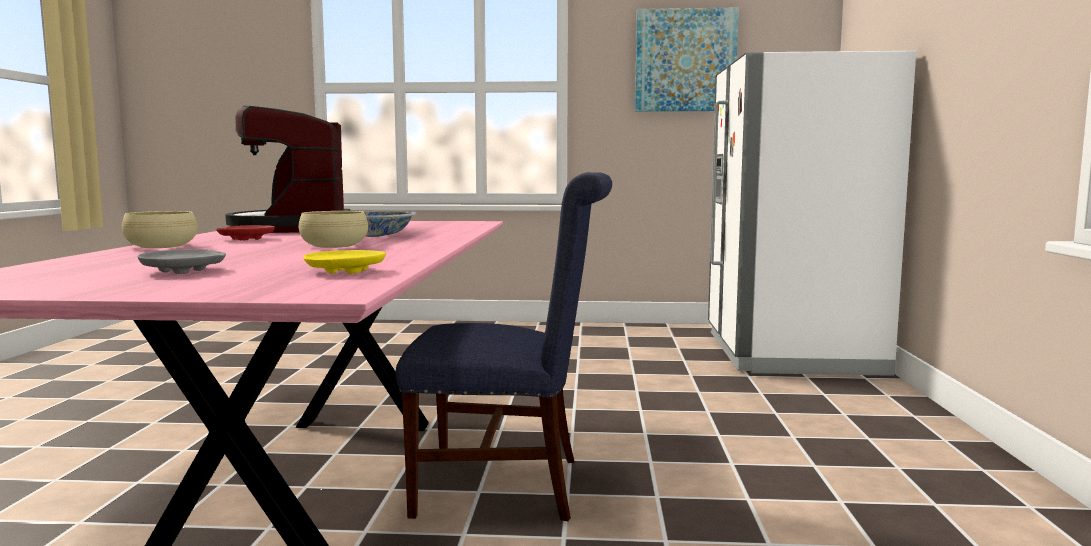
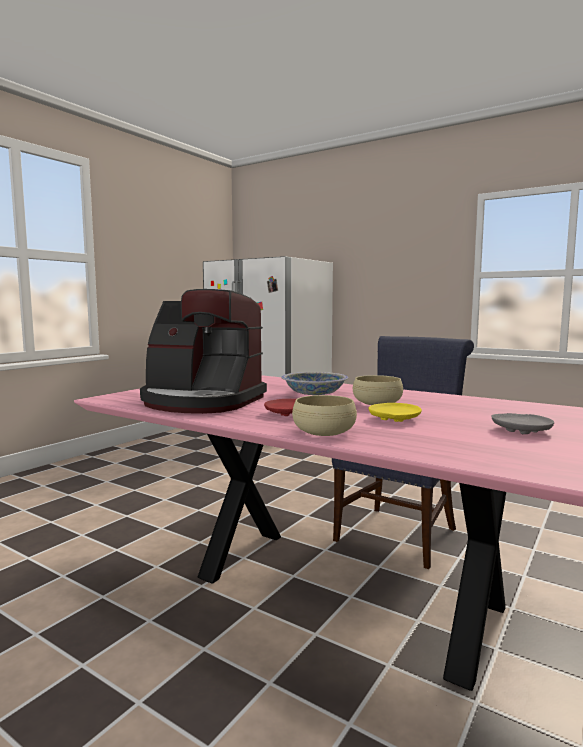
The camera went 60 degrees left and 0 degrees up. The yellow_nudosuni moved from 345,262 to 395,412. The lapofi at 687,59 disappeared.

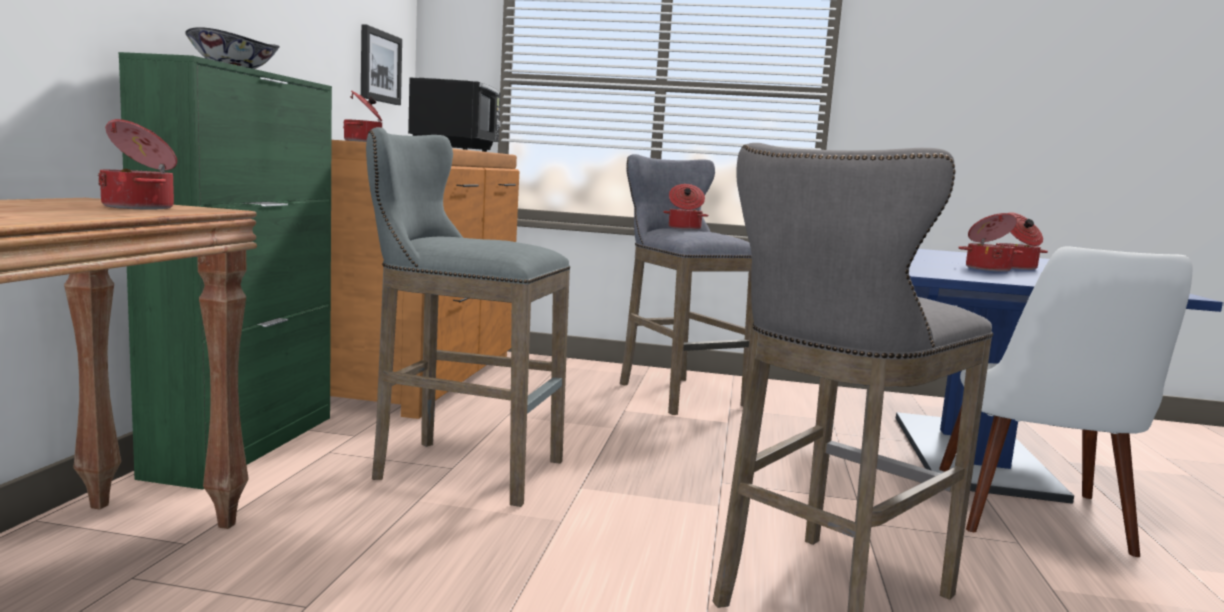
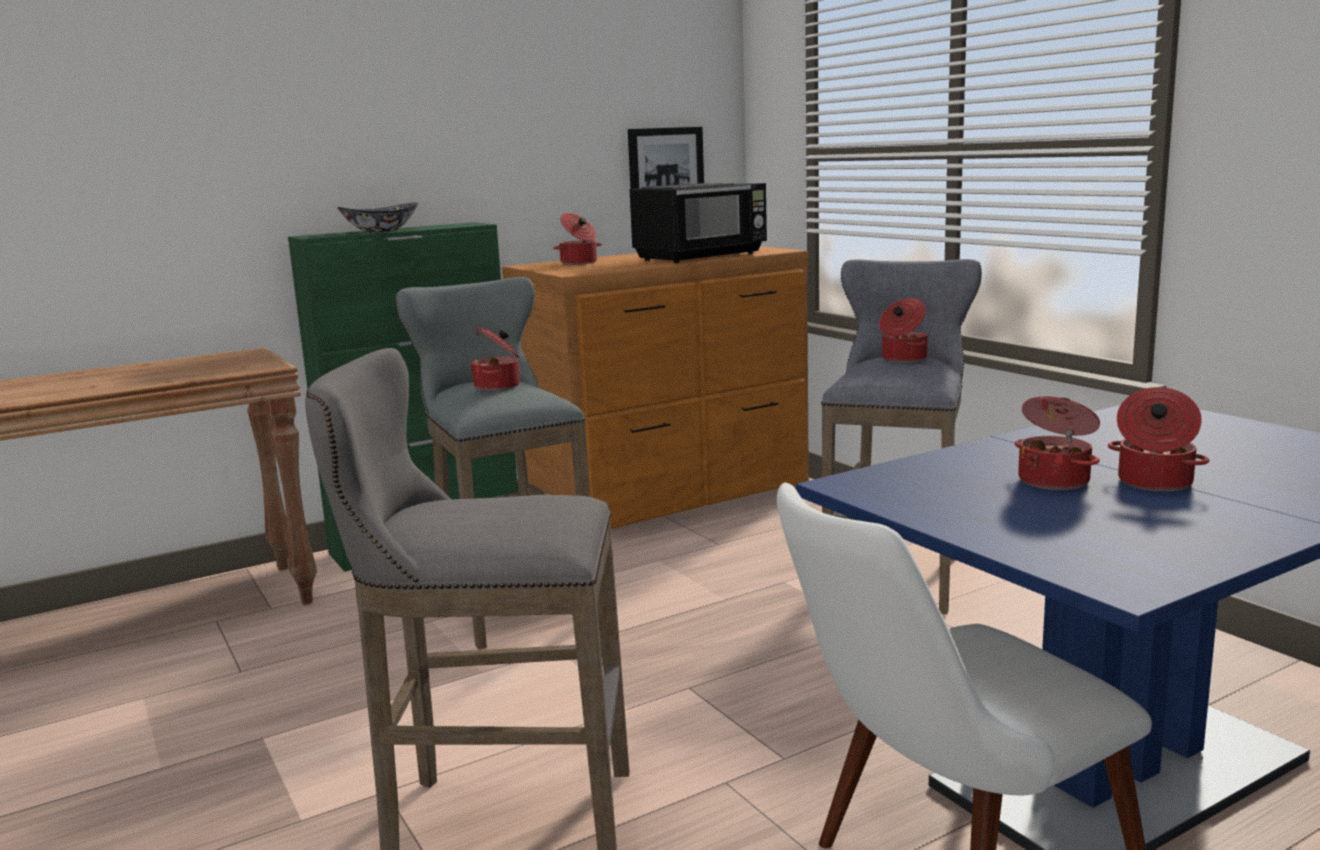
The camera went 50 degrees right and 5 degrees up. The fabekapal moved from 137,164 to 495,358.

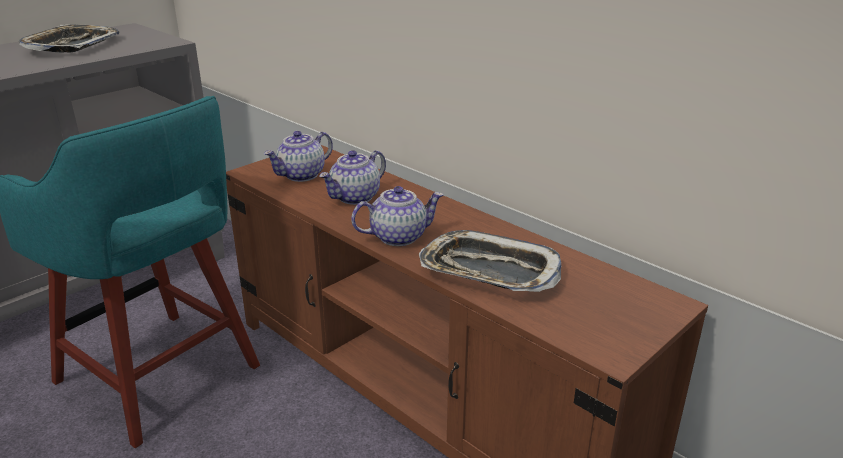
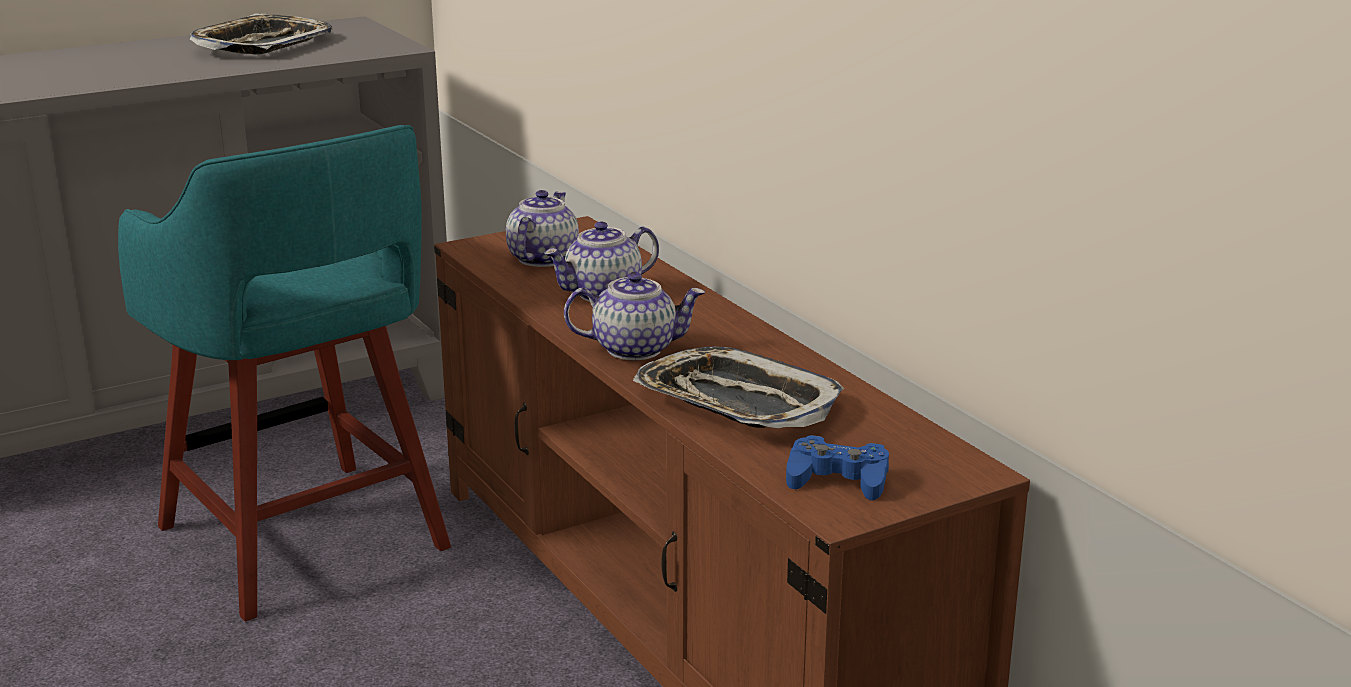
The camera went 15 degrees right and 5 degrees down. The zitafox at 298,156 turned 135 degrees clockwise. The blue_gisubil at 837,468 appeared.

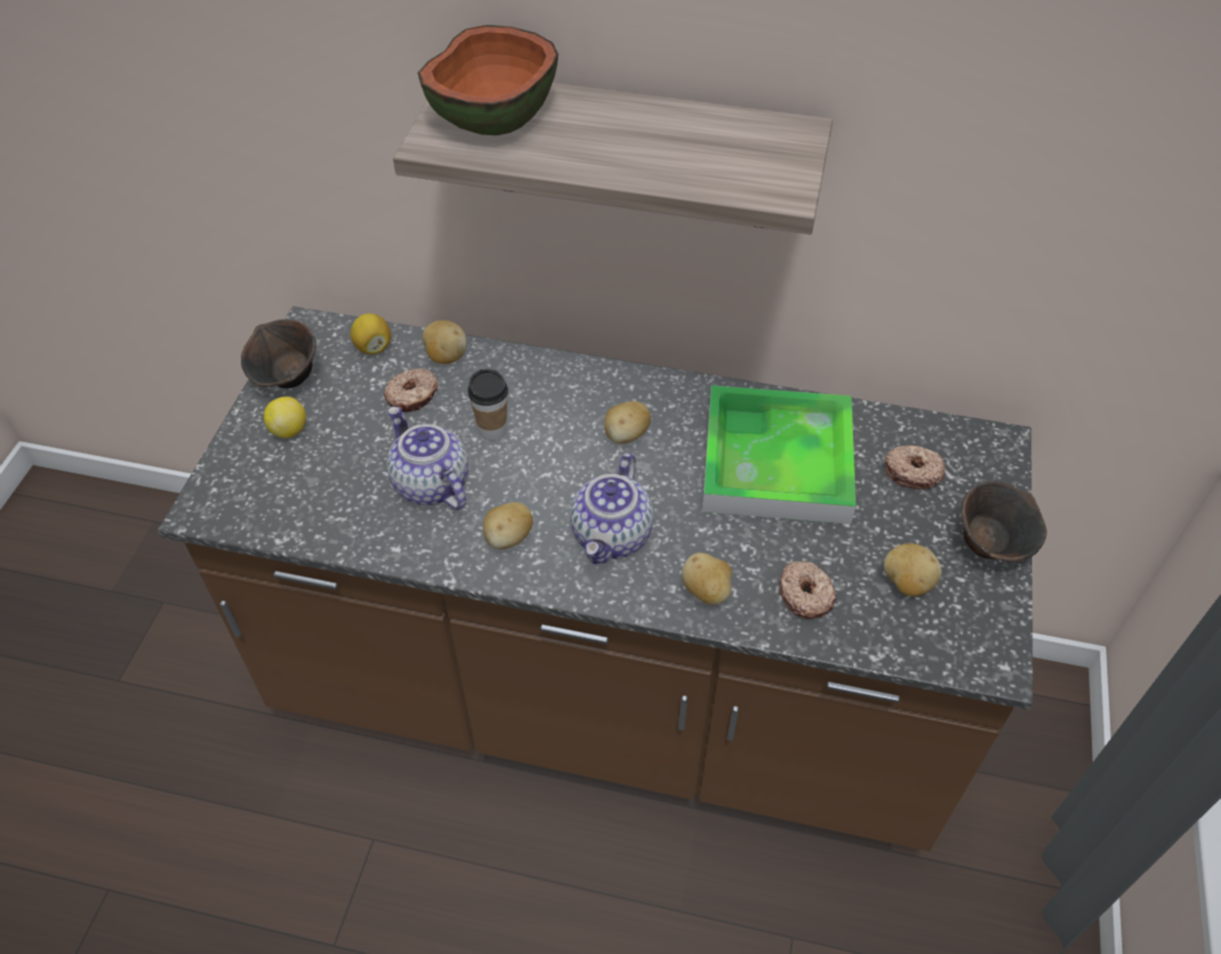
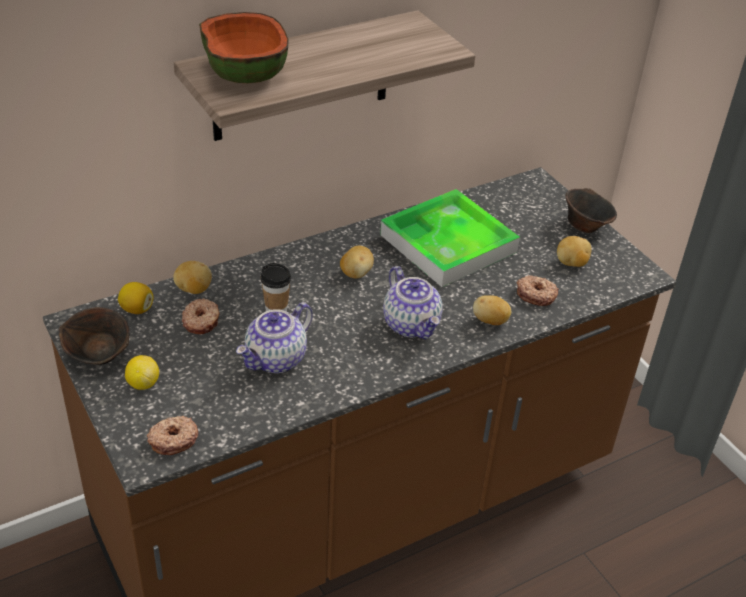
The camera went 45 degrees left and 10 degrees down. The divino moved from 915,467 to 172,435. The zitafox at 428,458 turned 60 degrees counterclockwise. The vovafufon at 508,525 disappeared.

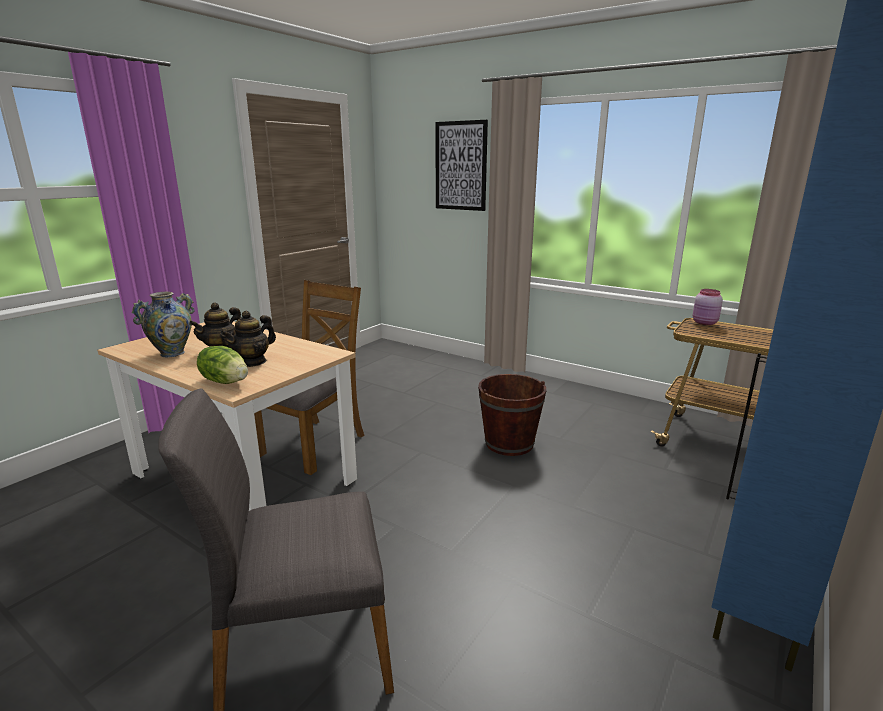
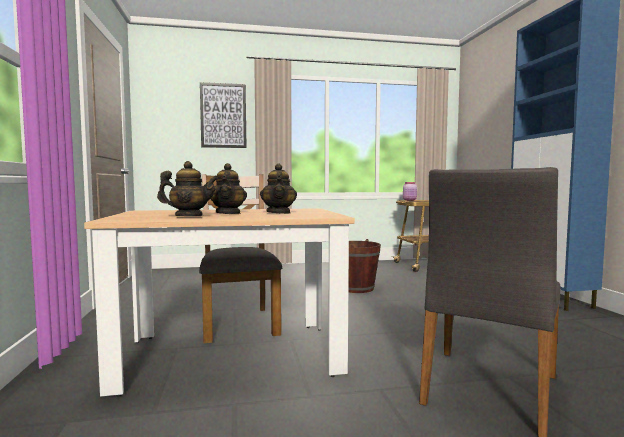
The camera went 45 degrees left and 15 degrees down. The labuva at 163,324 was replaced by the zitafox at 187,188. The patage at 222,365 disappeared.

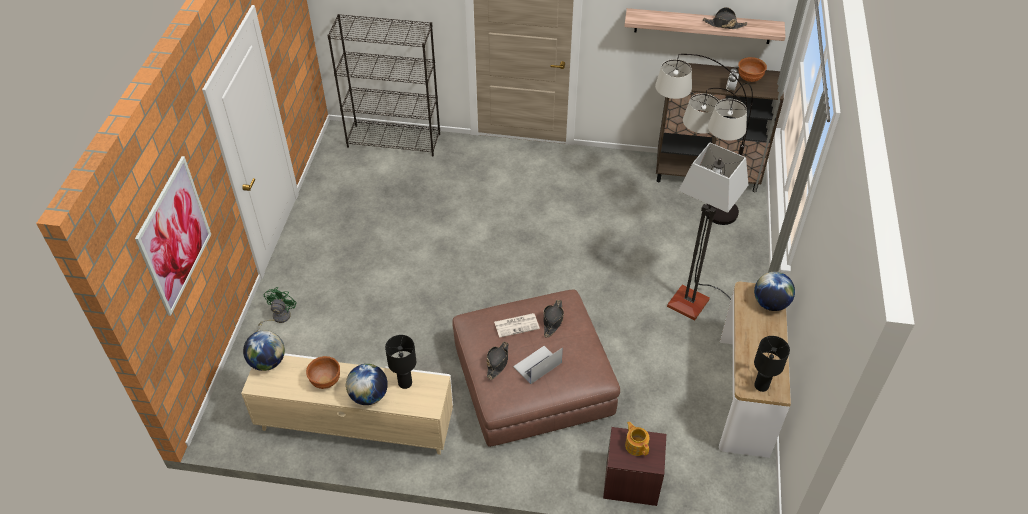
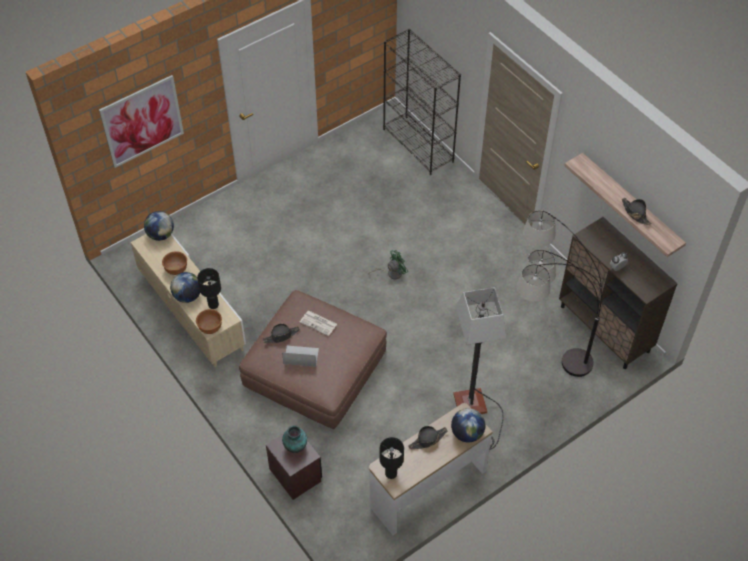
The camera went 45 degrees right and 5 degrees up. The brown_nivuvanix moved from 752,69 to 209,321. The zitafox at 637,439 was replaced by the labuva at 294,439. The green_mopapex moved from 276,309 to 388,264. The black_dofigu moved from 553,319 to 428,437.

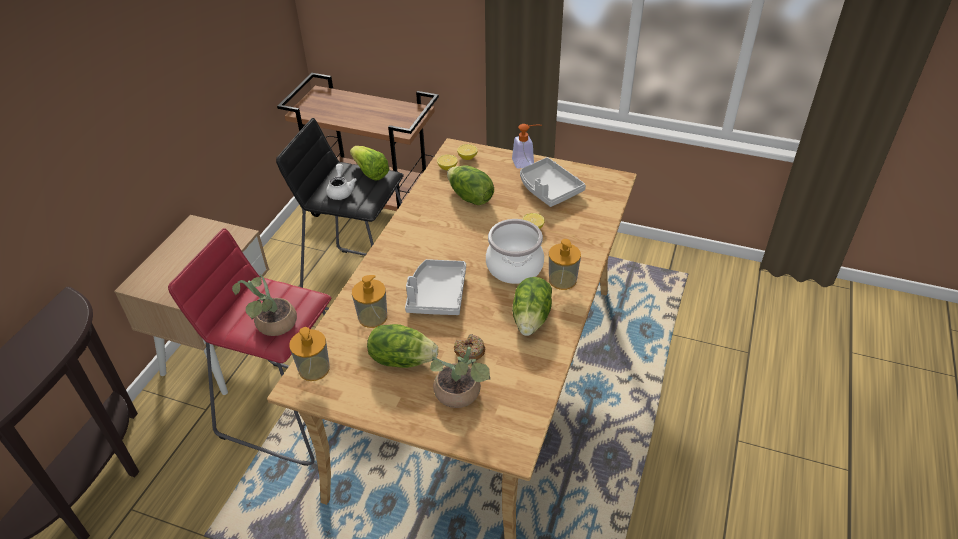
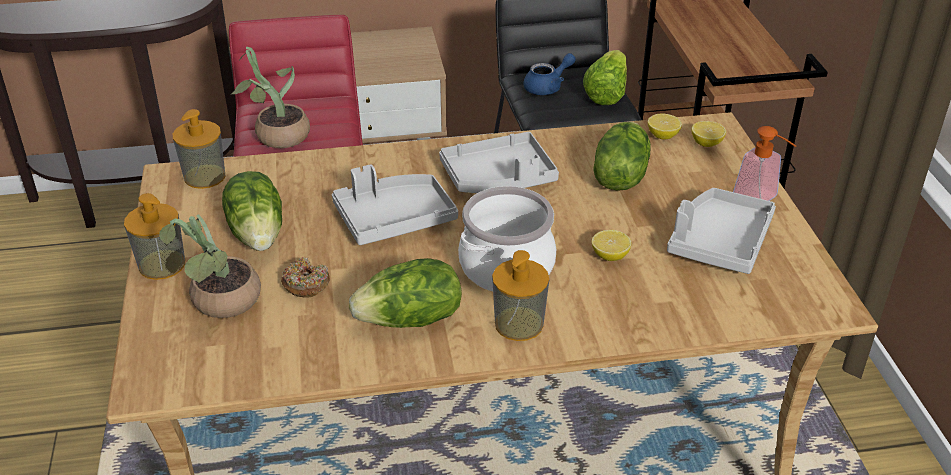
The camera went 60 degrees right and 5 degrees down. The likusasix moved from 369,301 to 154,236. The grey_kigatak at 499,162 appeared. The white_zitafox at 341,182 became the blue_zitafox at 550,74.

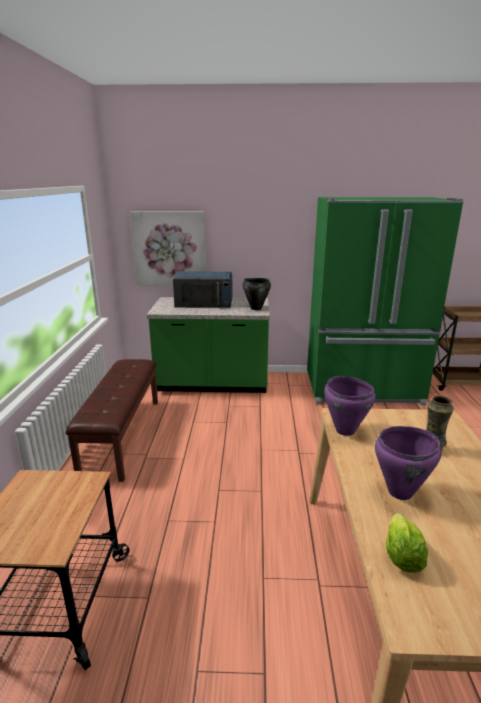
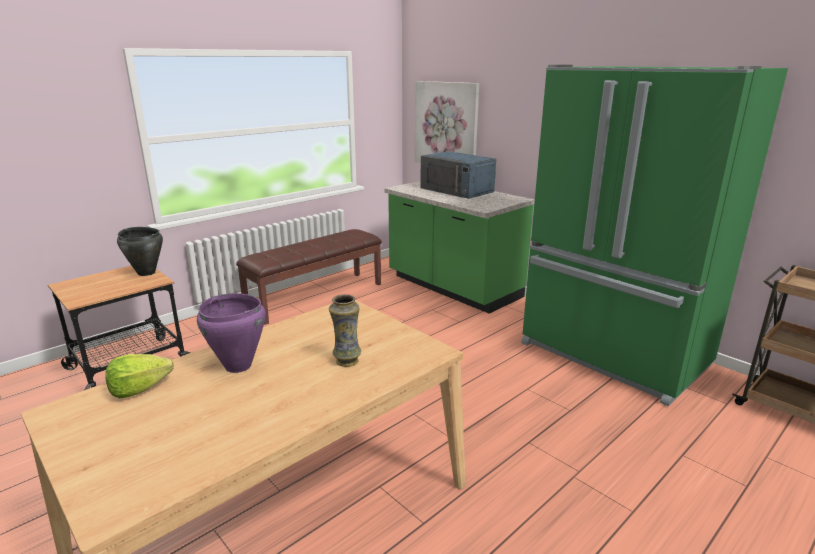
The camera went 45 degrees right and 0 degrees up. The black_fabekapal moved from 257,294 to 140,251. The purple_fabekapal at 350,406 disappeared.

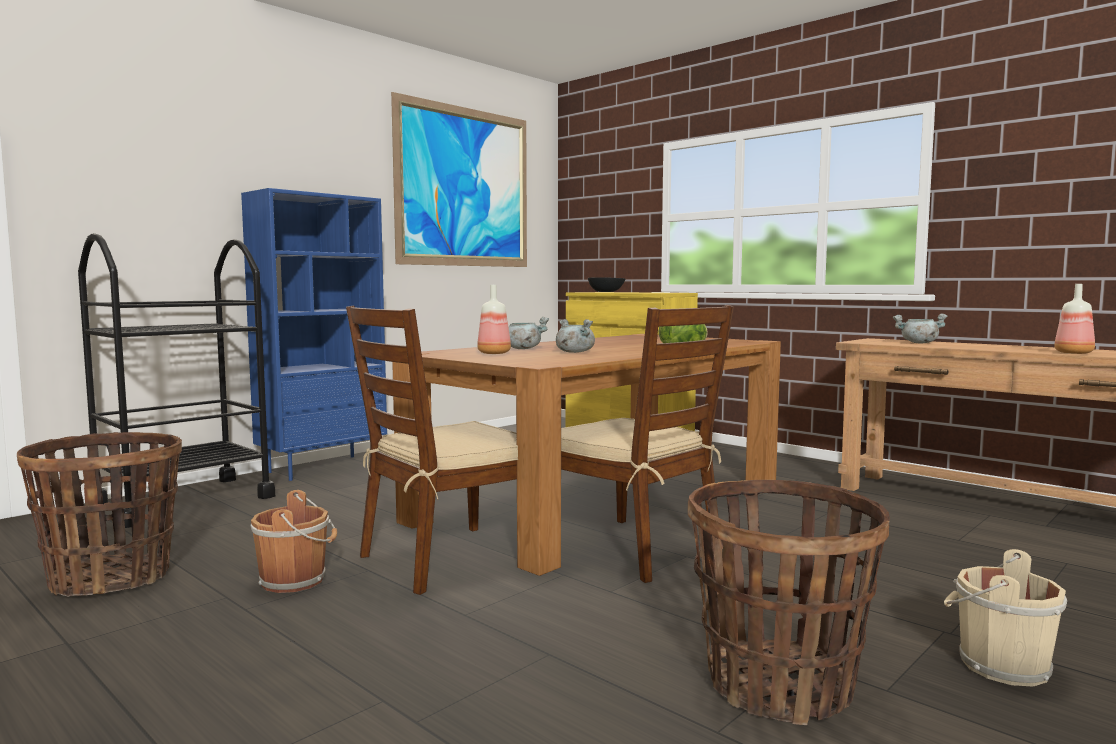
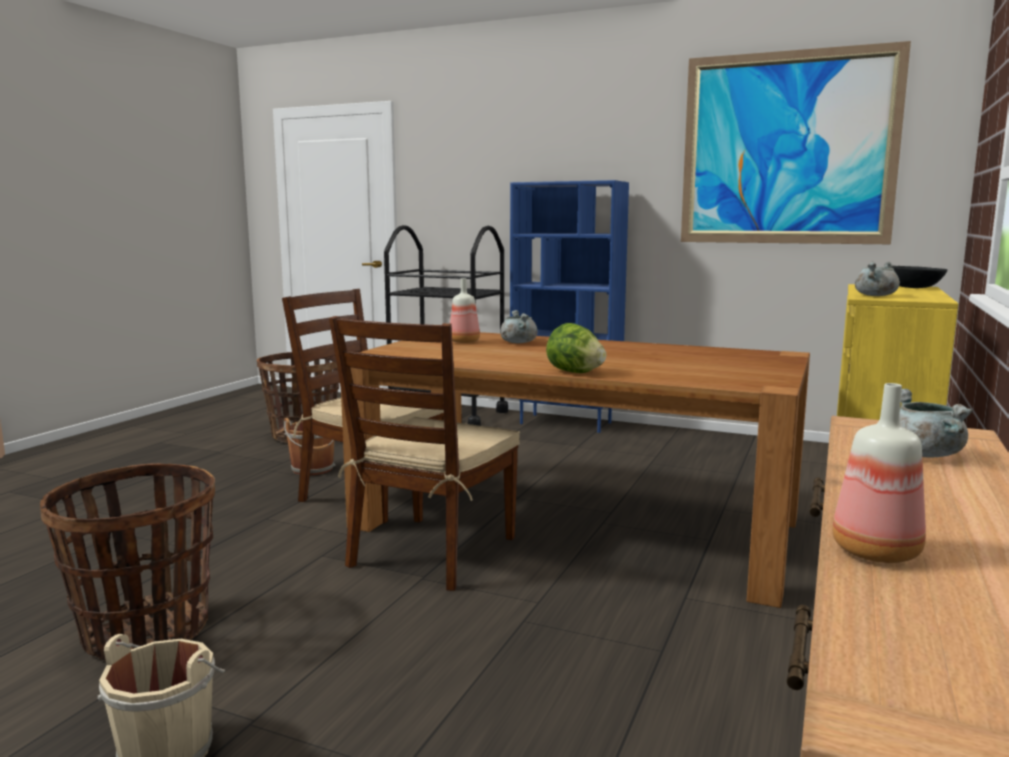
The camera went 70 degrees right and 5 degrees up. The grey_fabekapal moved from 575,336 to 877,279.

